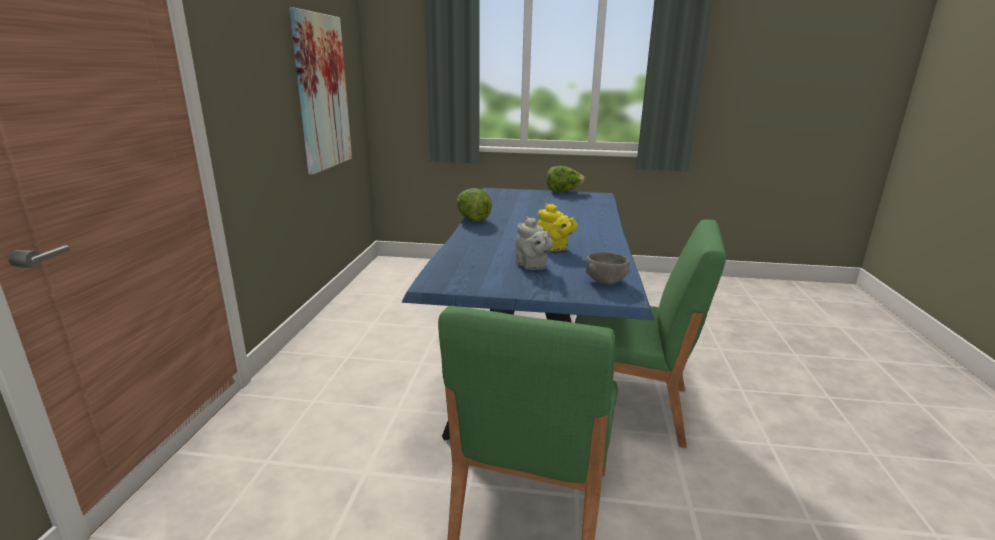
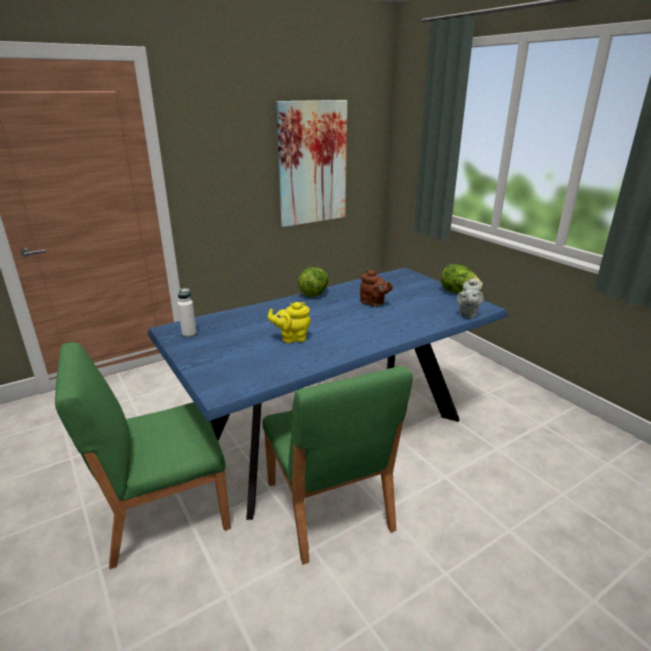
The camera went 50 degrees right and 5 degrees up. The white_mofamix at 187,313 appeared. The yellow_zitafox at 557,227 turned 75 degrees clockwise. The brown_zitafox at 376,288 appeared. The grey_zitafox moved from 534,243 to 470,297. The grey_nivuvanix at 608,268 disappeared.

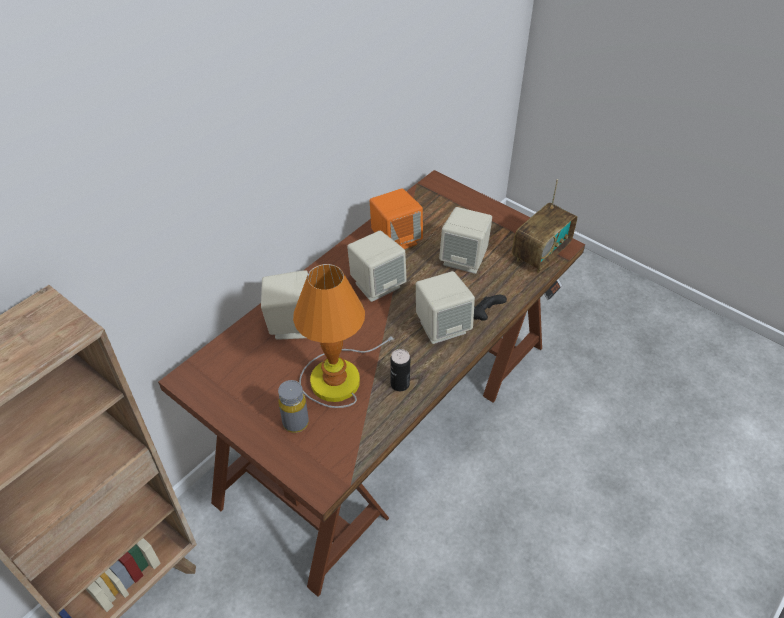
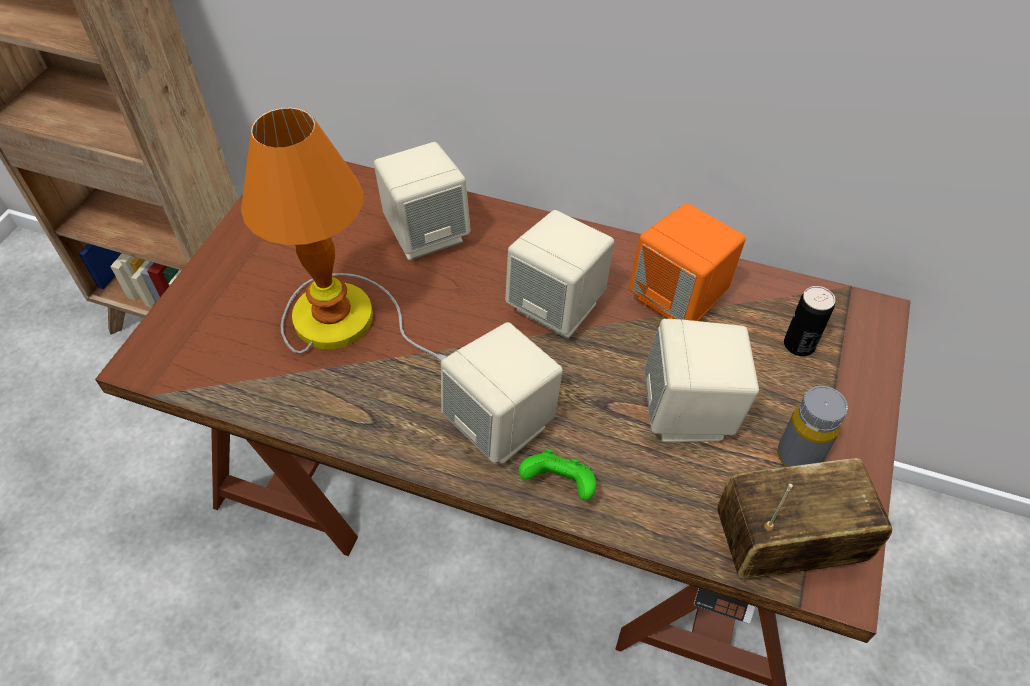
The camera went 70 degrees right and 5 degrees up. The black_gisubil at 490,308 became the green_gisubil at 557,474. The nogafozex at 544,226 turned 150 degrees clockwise. The grey_mofamix moved from 293,406 to 812,426. The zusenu moved from 400,370 to 809,321.

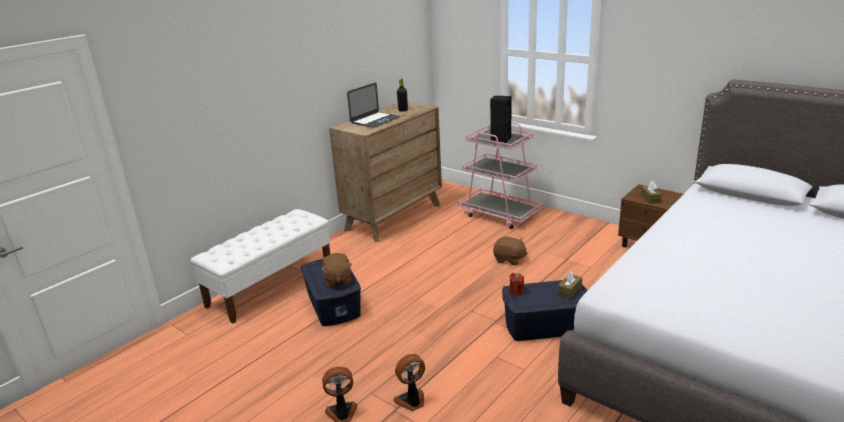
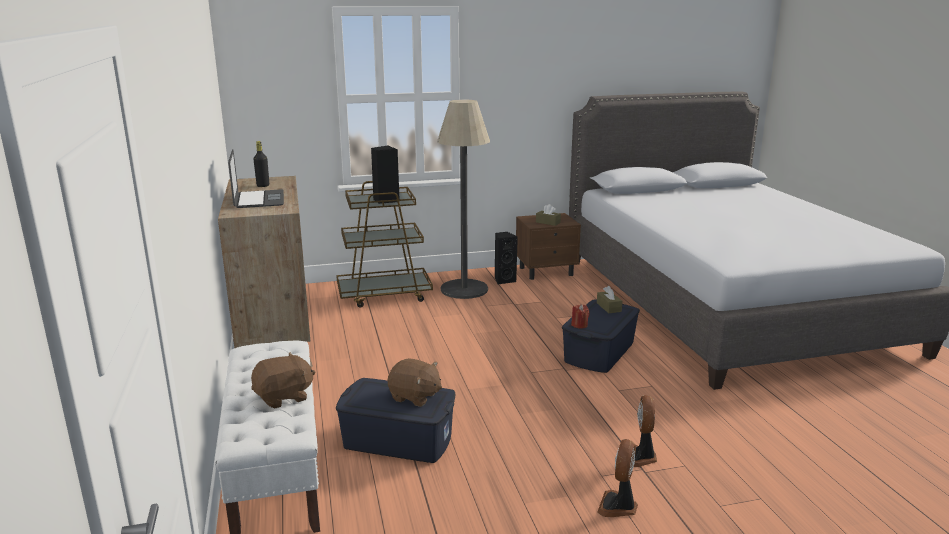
The camera went 55 degrees left and 5 degrees down. The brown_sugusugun moved from 510,251 to 283,380. The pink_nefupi at 500,175 became the brown_nefupi at 384,244. The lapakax at 463,199 appeared. The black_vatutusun at 506,258 appeared.

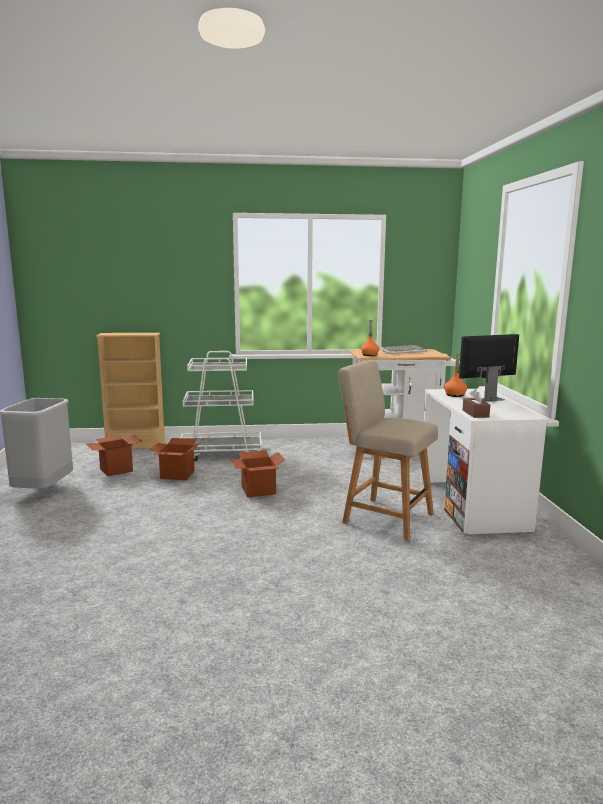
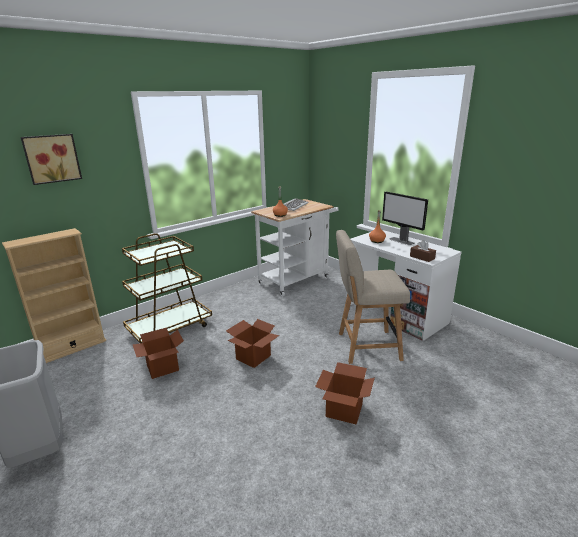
The camera went 35 degrees left and 10 degrees up. The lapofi at 51,159 appeared. The white_nefupi at 221,406 became the brown_nefupi at 167,288. The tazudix moved from 114,455 to 345,393. The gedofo at 489,368 turned 75 degrees counterclockwise.

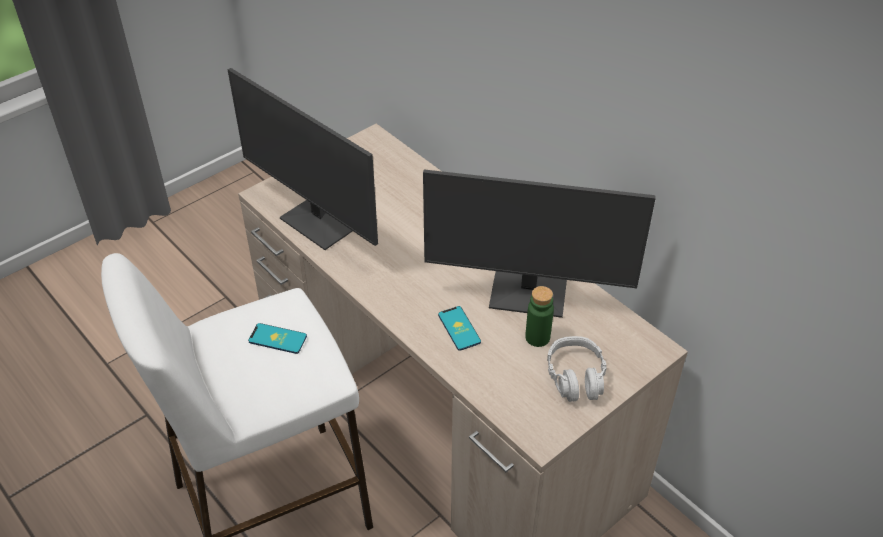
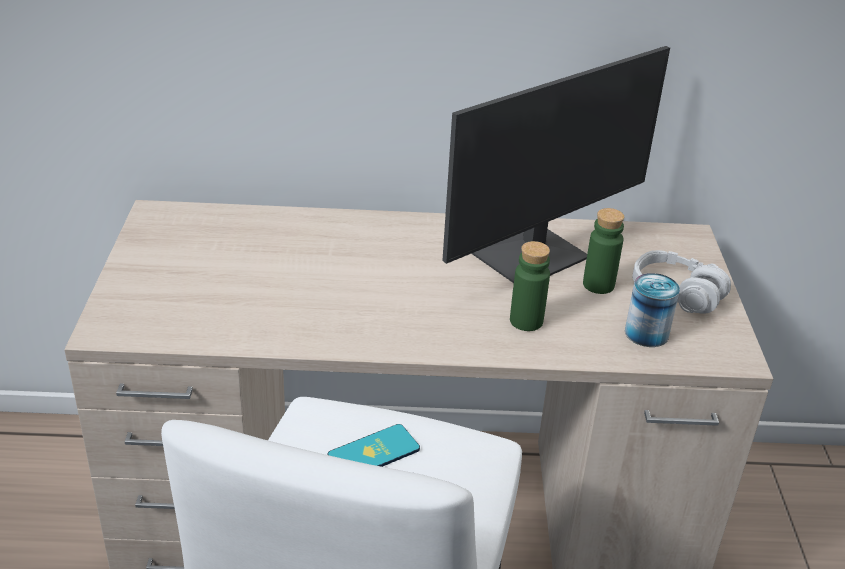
The camera went 50 degrees left and 10 degrees down. The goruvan at 459,328 was replaced by the green_mofamix at 530,286. The zusenu at 652,310 appeared. The gedofo at 303,159 disappeared.

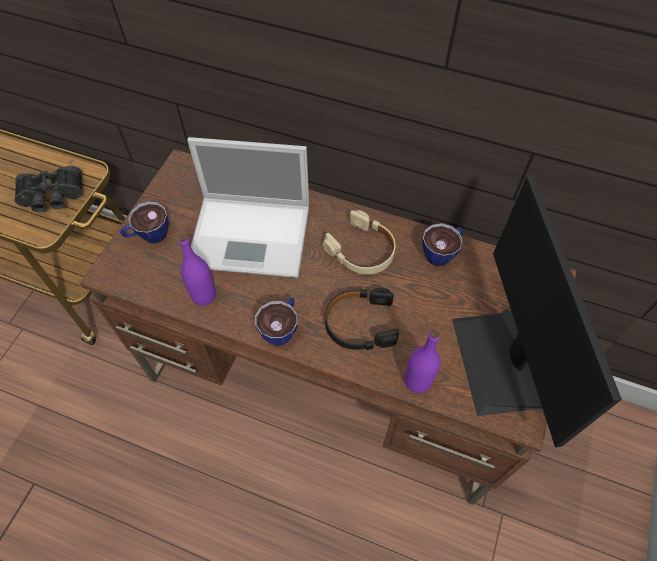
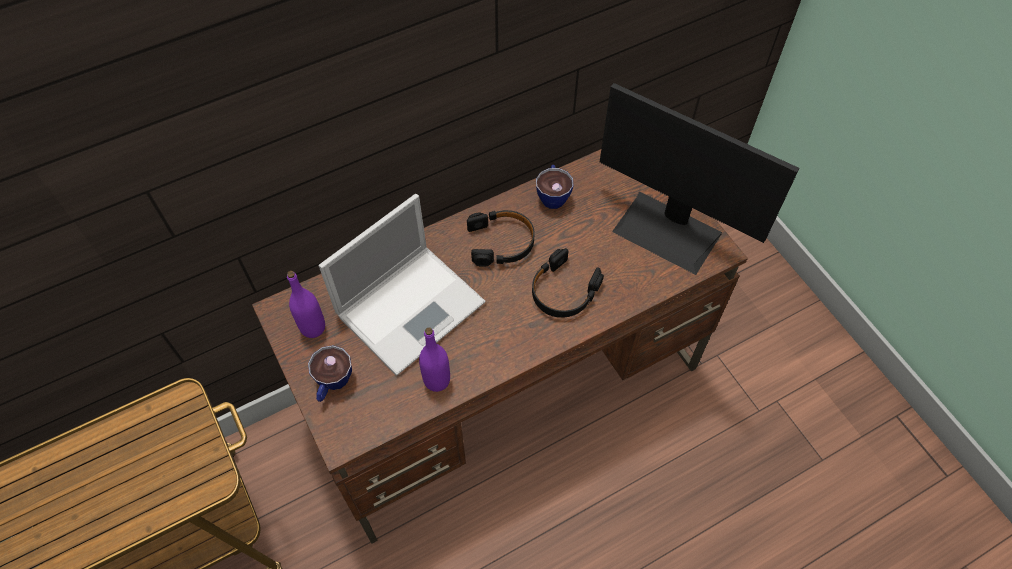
The camera went 50 degrees left and 0 degrees up. The purple_mofamix moved from 422,361 to 306,304. The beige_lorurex at 359,242 became the black_lorurex at 501,238. The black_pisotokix at 48,189 disappeared. The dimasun at 276,322 disappeared.

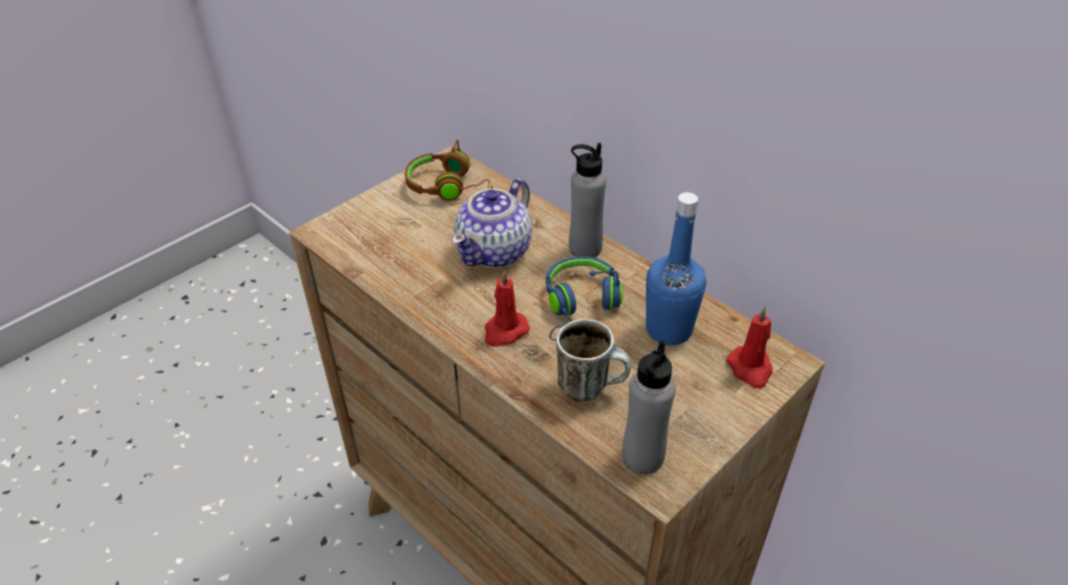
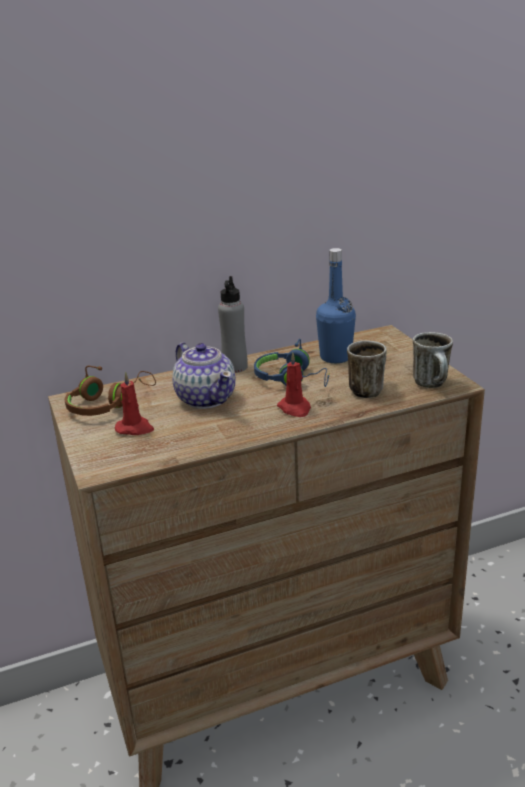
The camera went 65 degrees left and 15 degrees down. The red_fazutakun moved from 749,347 to 134,403. The grey_mofamix at 649,407 was replaced by the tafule at 433,360.

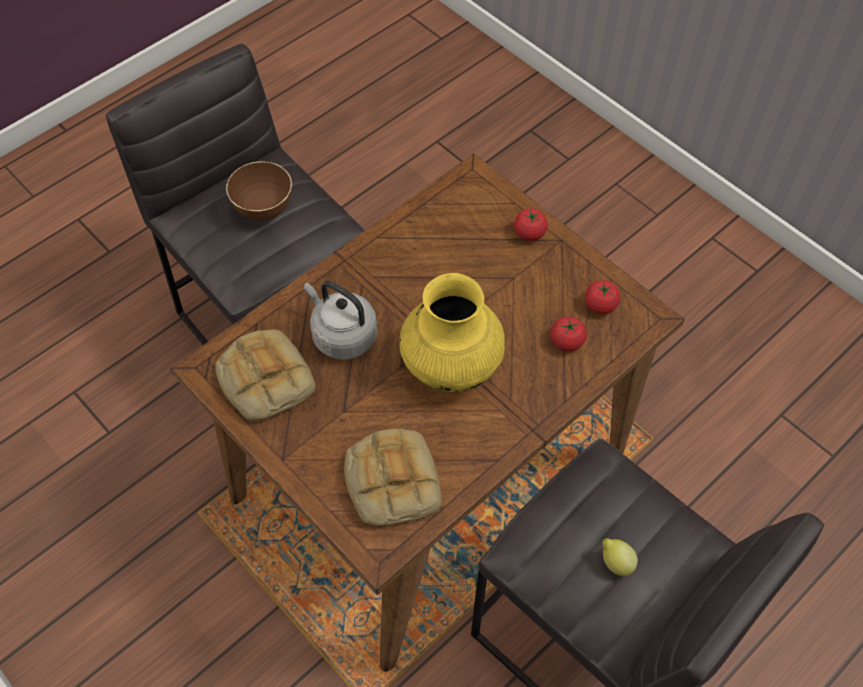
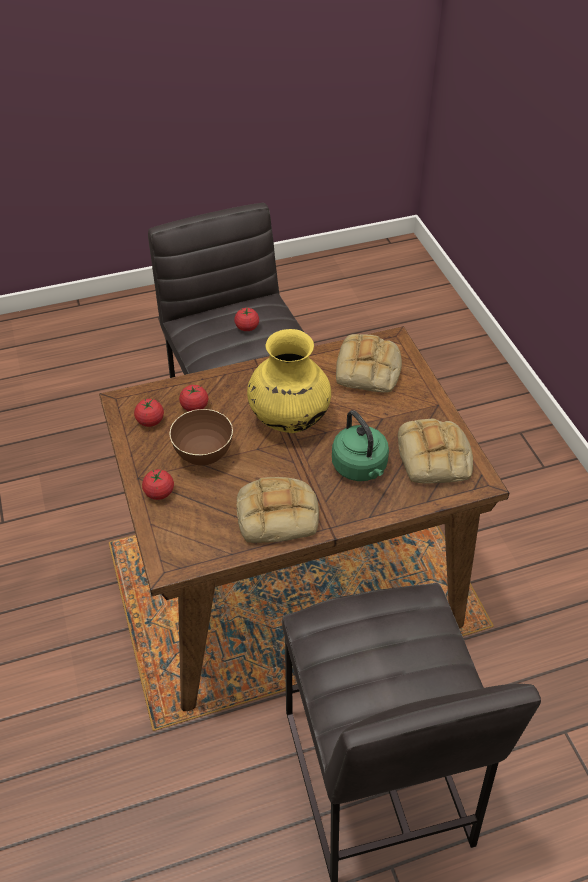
The camera went 155 degrees left and 10 degrees down. The brown_nivuvanix moved from 259,191 to 201,437. The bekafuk at 620,557 was replaced by the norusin at 246,319. The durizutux at 277,510 appeared. The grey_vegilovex at 340,320 became the green_vegilovex at 360,445.

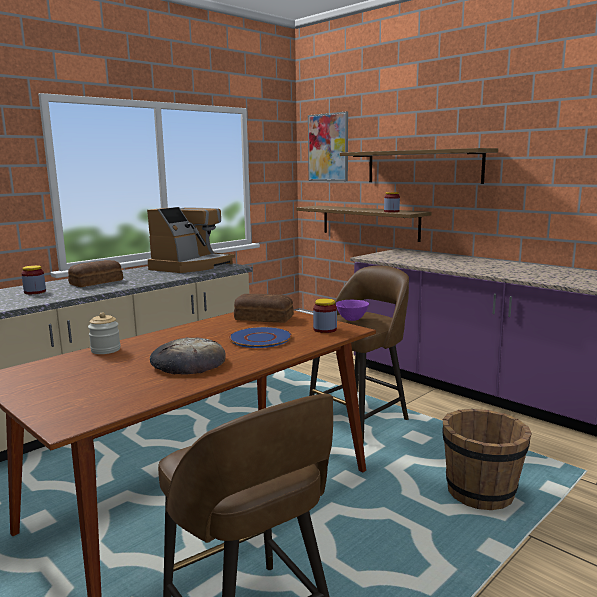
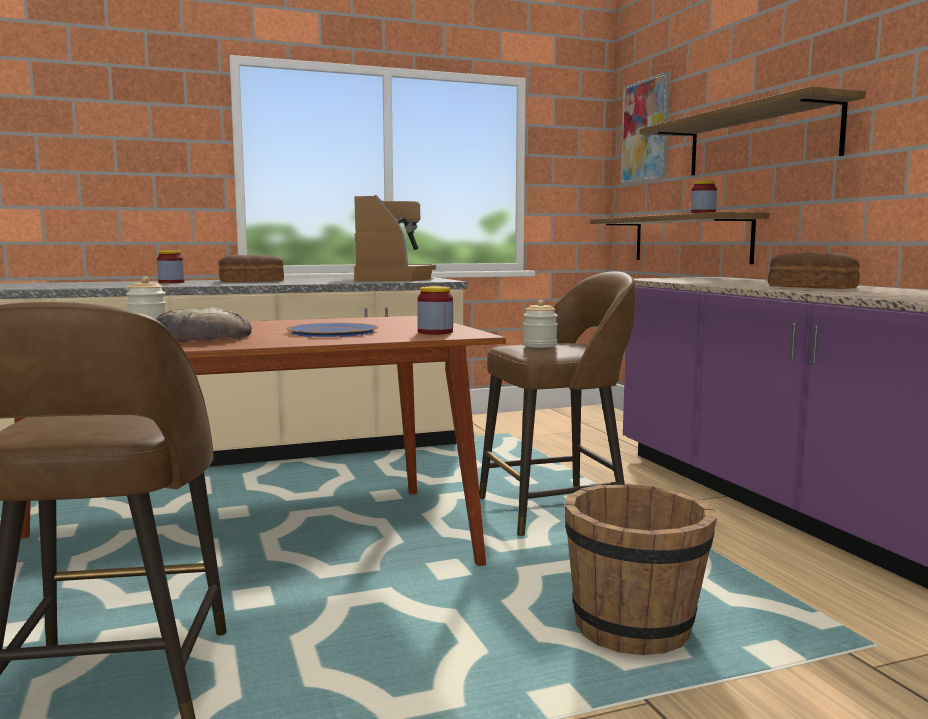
The camera went 25 degrees right and 5 degrees down. The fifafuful at 191,240 turned 60 degrees counterclockwise. The purple_nivuvanix at 352,310 was replaced by the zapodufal at 540,324. The durizutux moved from 264,308 to 814,271.

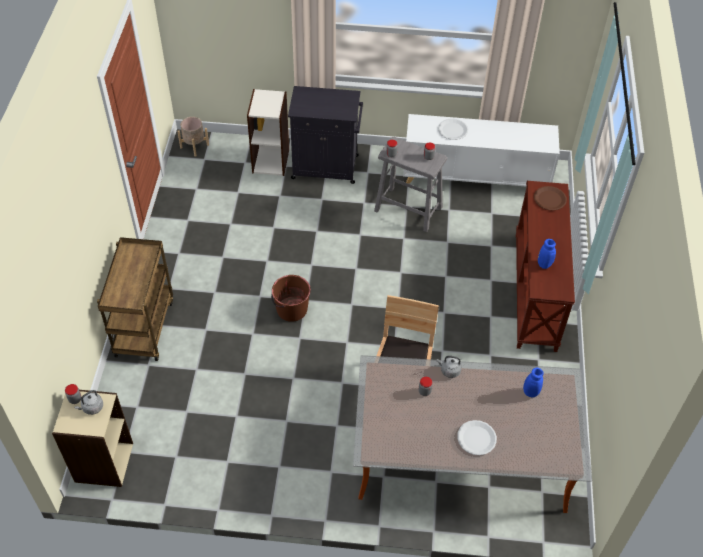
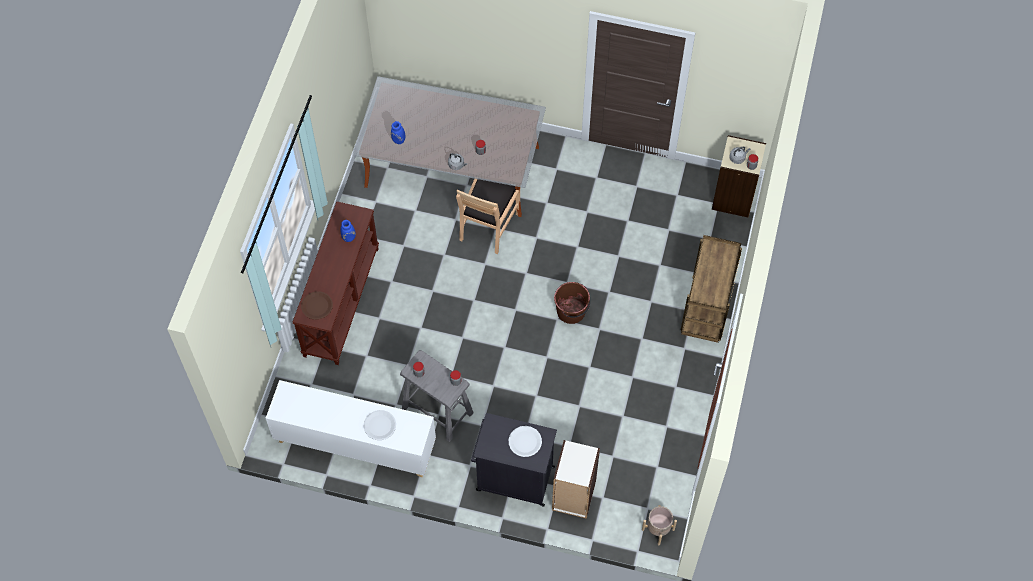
The camera went 170 degrees left and 10 degrees up. The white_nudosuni moved from 477,437 to 525,441.

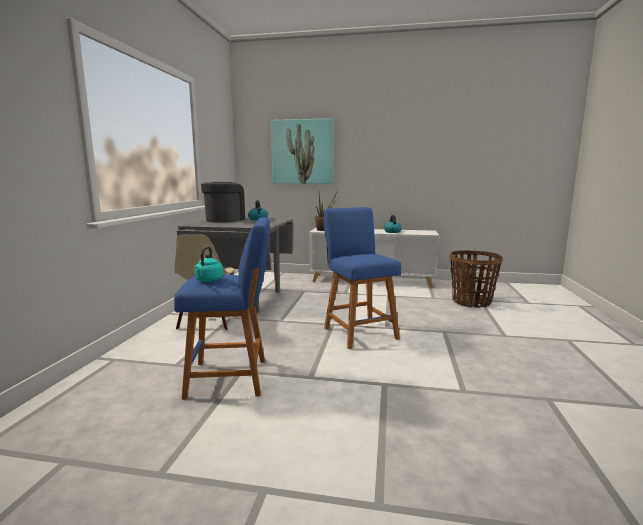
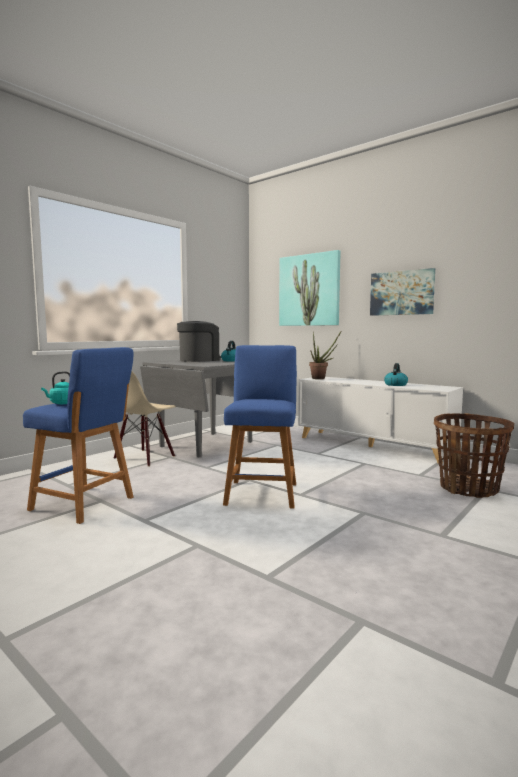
The camera went 30 degrees right and 5 degrees down. The lapofi at 402,292 appeared.

